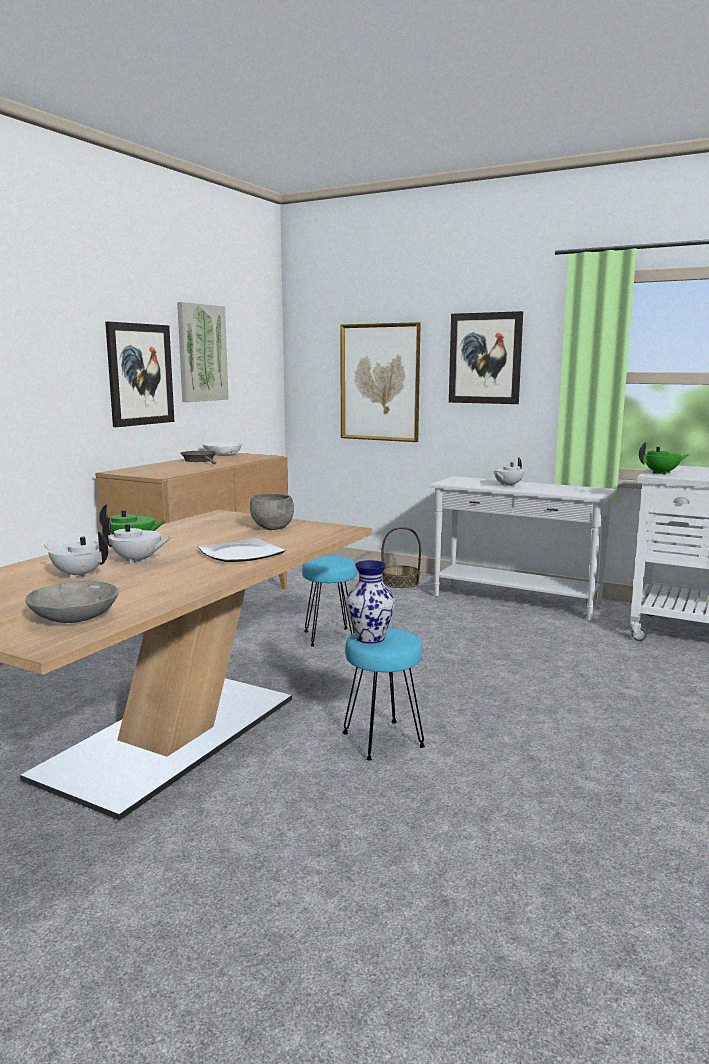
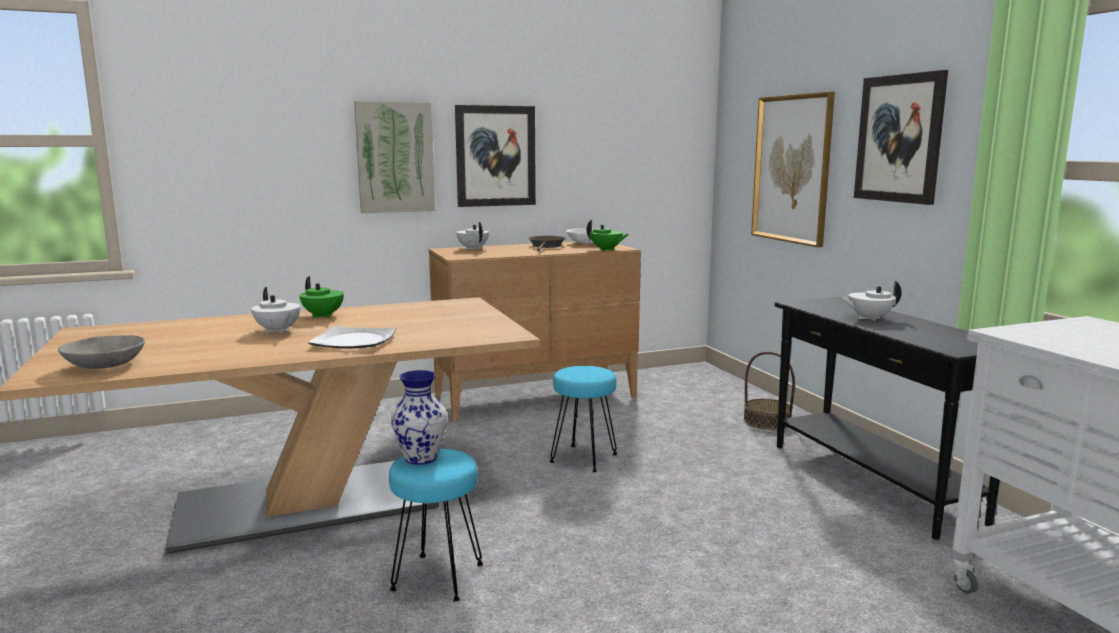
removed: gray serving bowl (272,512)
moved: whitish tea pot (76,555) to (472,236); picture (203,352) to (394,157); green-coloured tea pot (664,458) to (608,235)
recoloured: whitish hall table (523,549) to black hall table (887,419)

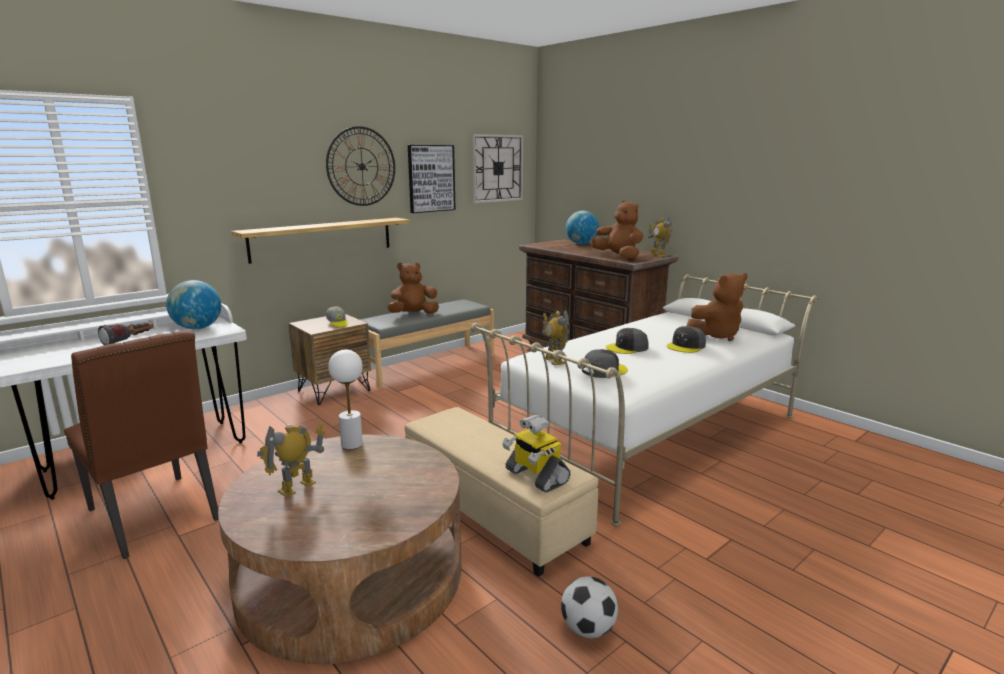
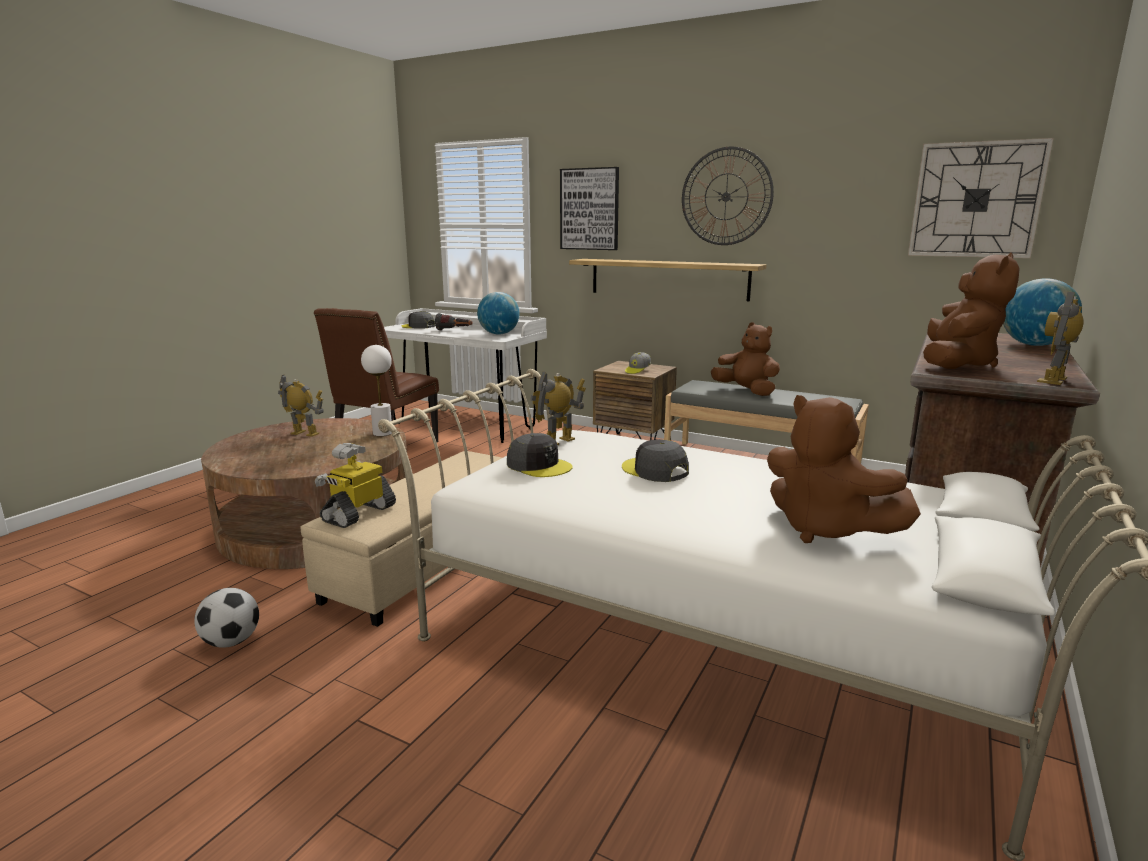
moved: picture (432,179) to (589,208); gray cap (686,339) to (418,320)

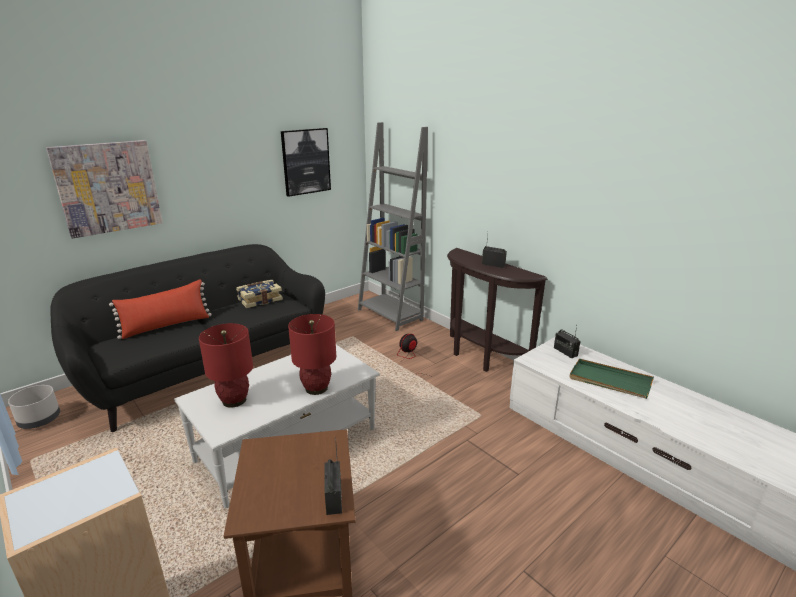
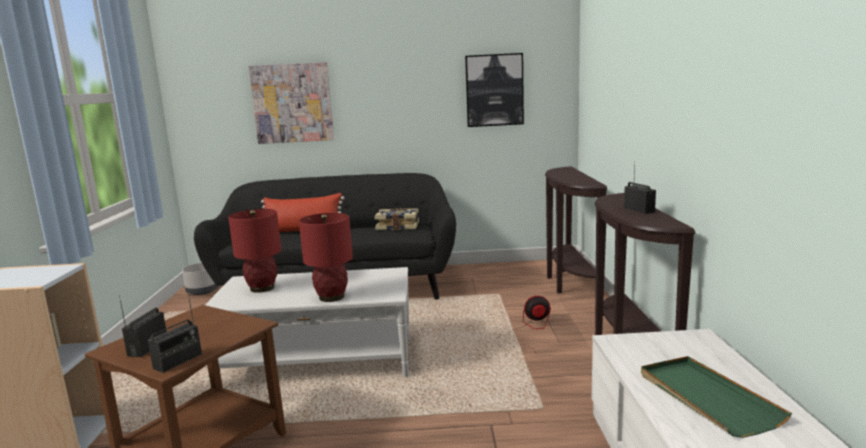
moved: radio (567,342) to (143,326)
replaced: gray bookcase (393,226) to brownish hall table (576,229)

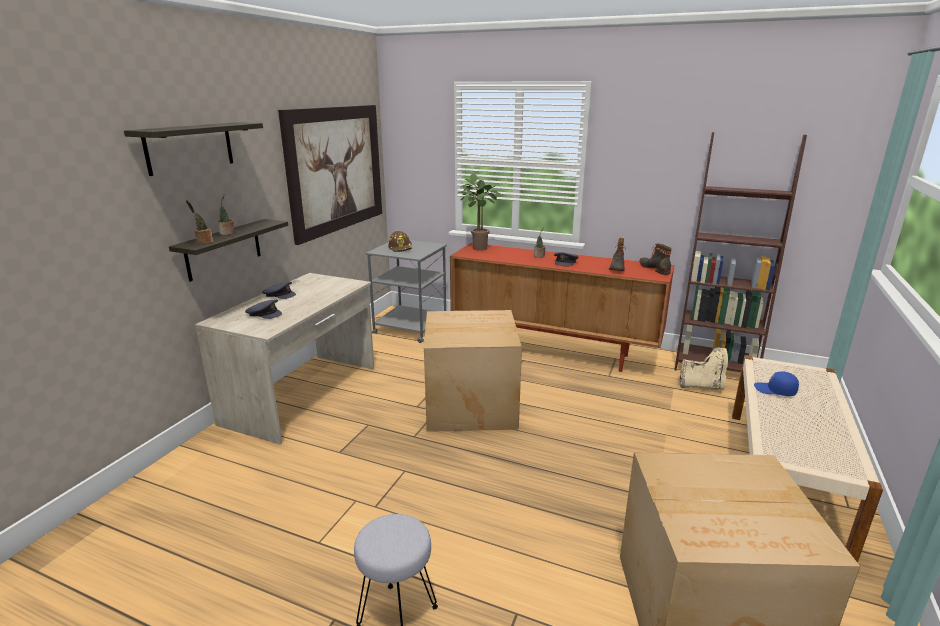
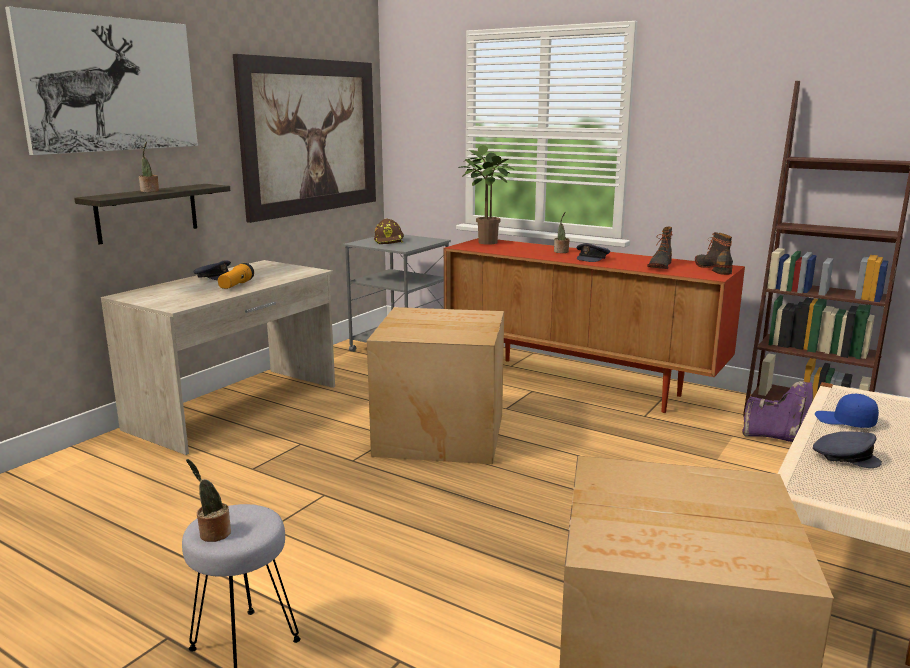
added: torch (236,276)
moved: potted plant (199,222) to (208,500); gray cap (263,309) to (847,449)
replaced: wall shelf (193,149) to picture (101,81)
recoloured: beige-coloured tall boot (704,368) to purplish tall boot (778,411)

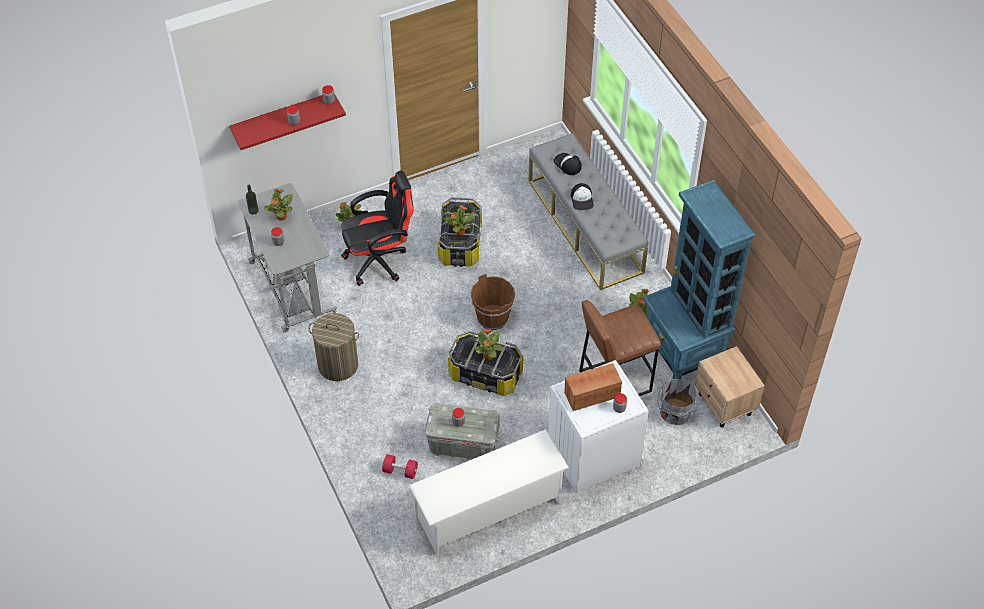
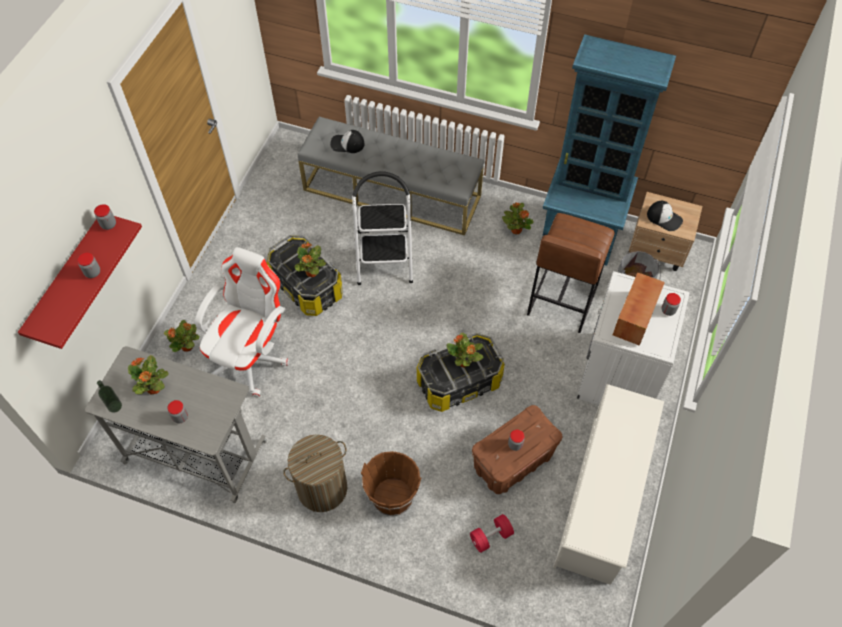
added: step stool (382,228)
moved: brownish bucket (493,302) to (391,483); cap (582,196) to (665,216)
recoloured: black desk chair (377,228) to whitish desk chair (242,322); gray storage container (462,431) to brownish storage container (517,449)

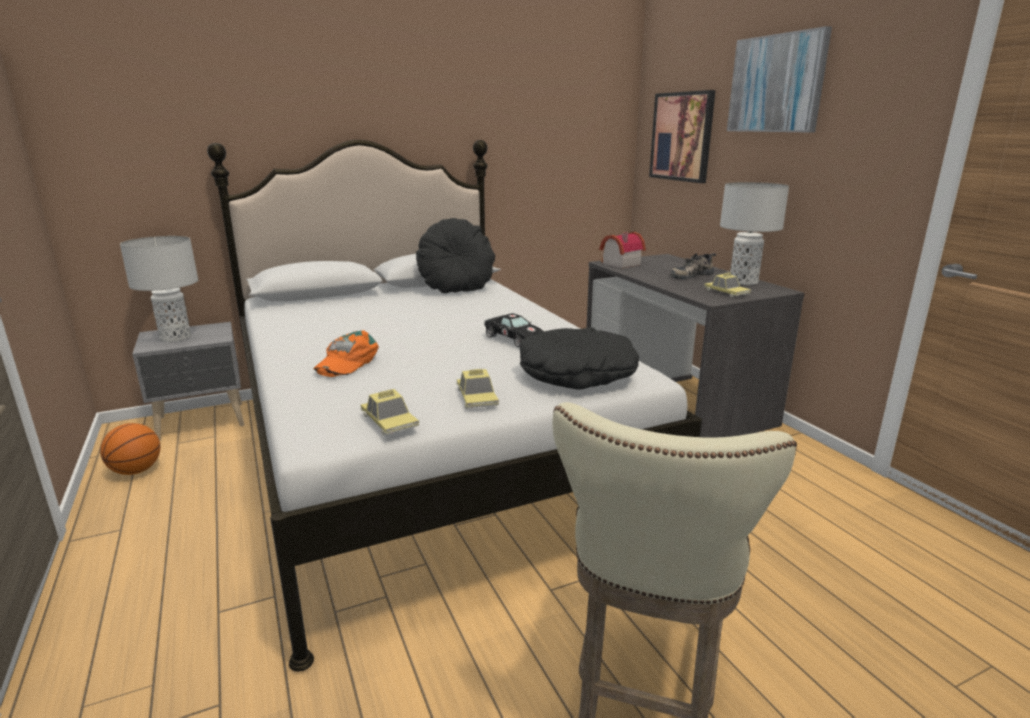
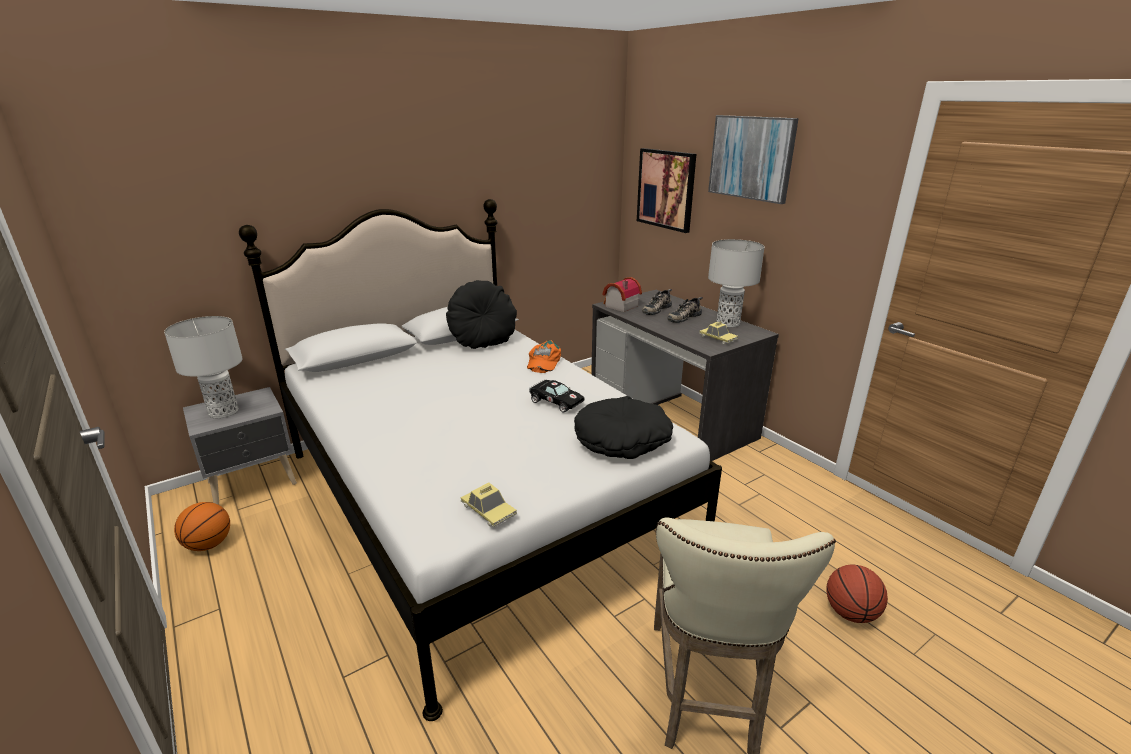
removed: miniature car (478,389)
added: item of footwear (657,302); basketball (857,594)
moved: orangey cap (346,353) to (544,356)

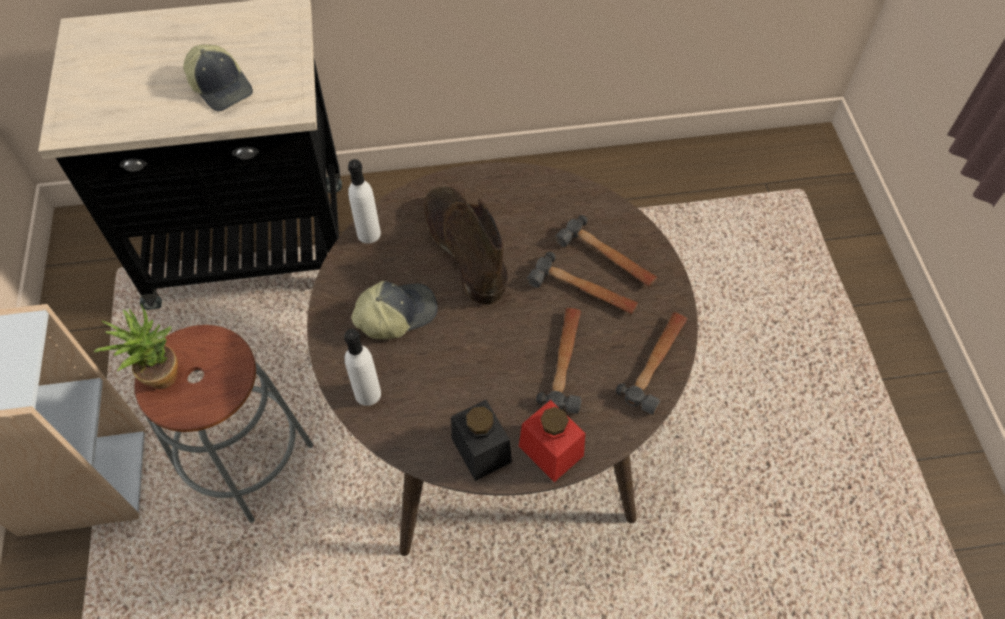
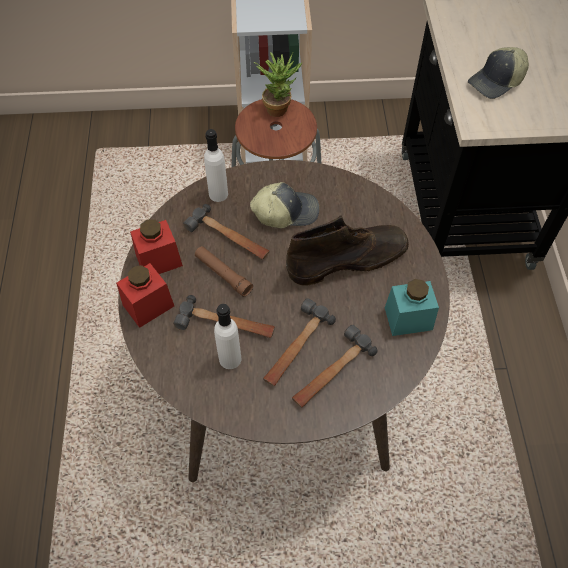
added: brownish torch (224,271); turquoise jar (412,307)
moved: whitish bottle (364,201) to (228,336); hand hammer (651,363) to (226,232)
recoloured: black jar (481,440) to red jar (156,246)
turned: cap (394,310) = (284,205) 75 degrees counterclockwise

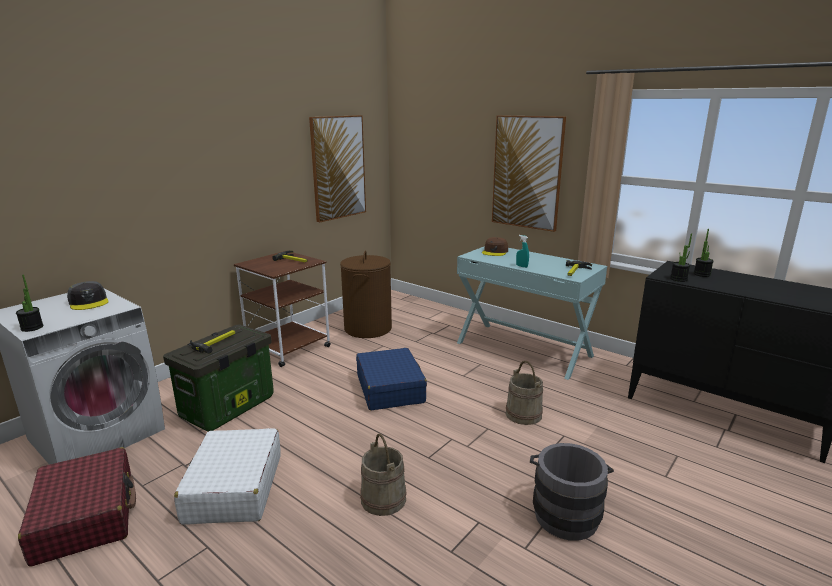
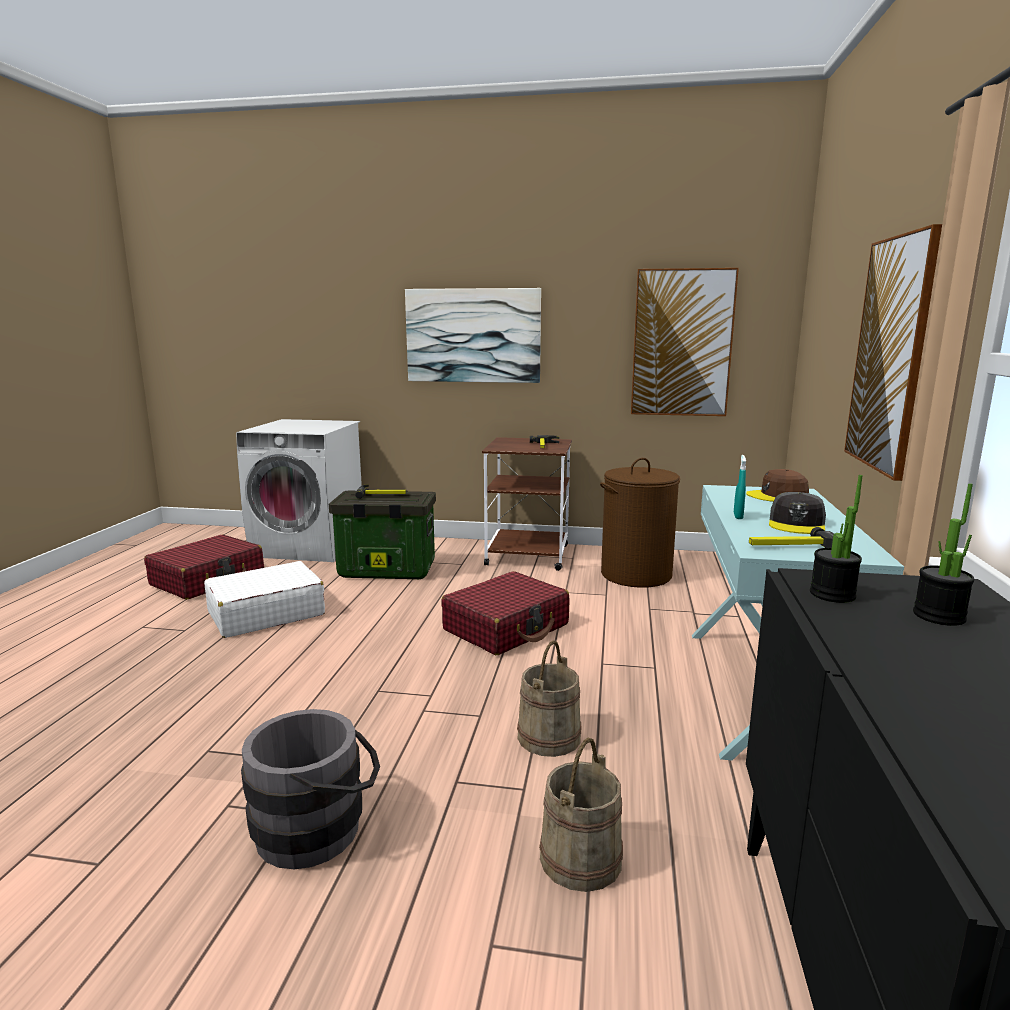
removed: potted plant (29,303)
added: picture (473,335)
moved: gray cap (88,295) to (797,513); beige-coloured bucket (383,475) to (581,815)
recoloured: blue travel case (391,379) to red travel case (505,613)

